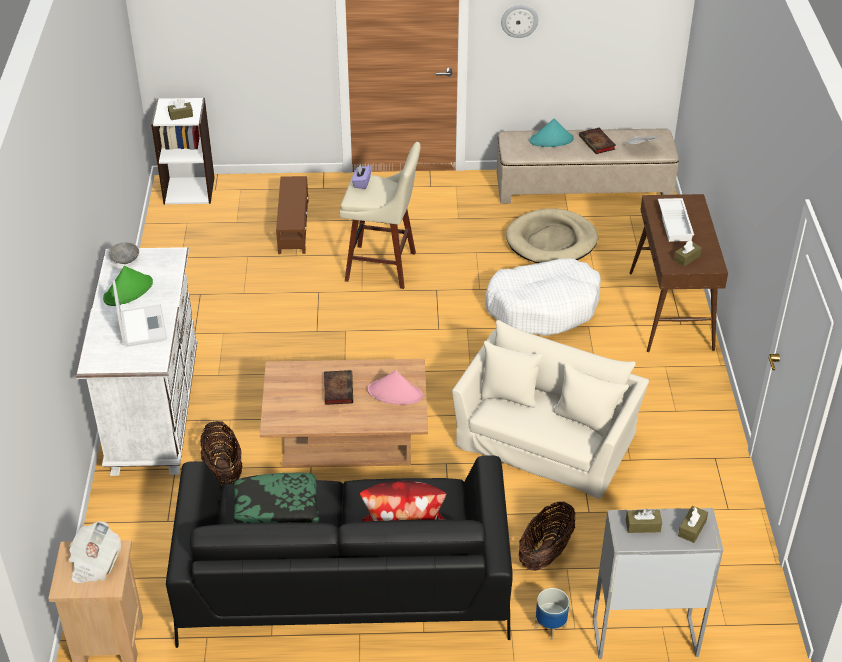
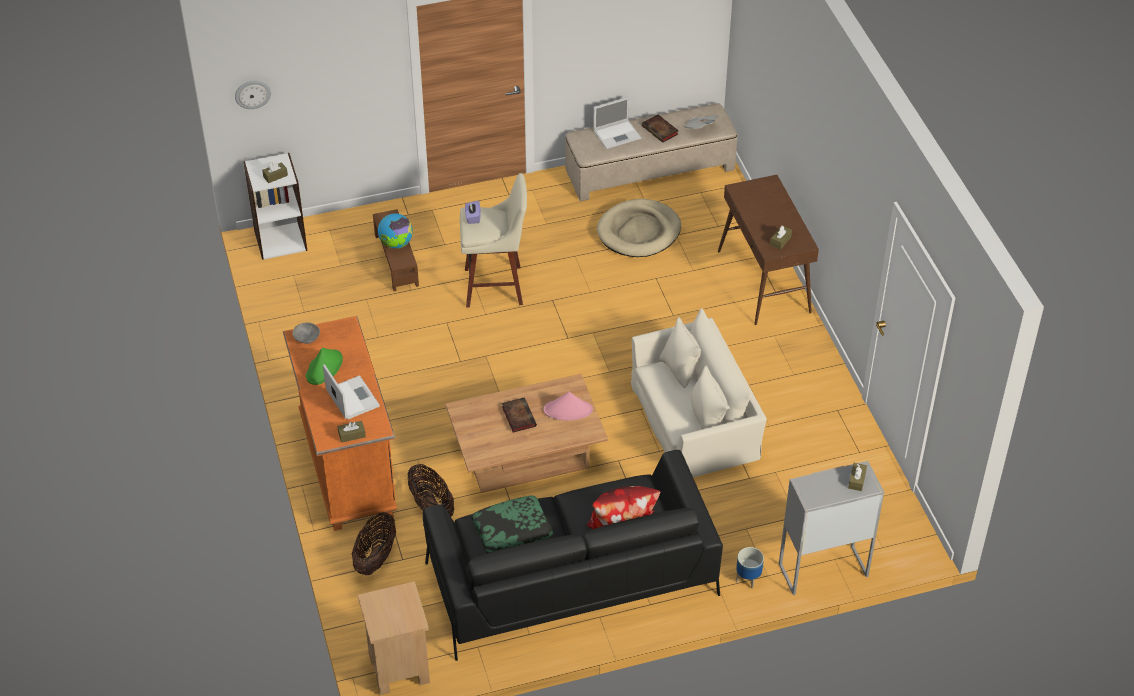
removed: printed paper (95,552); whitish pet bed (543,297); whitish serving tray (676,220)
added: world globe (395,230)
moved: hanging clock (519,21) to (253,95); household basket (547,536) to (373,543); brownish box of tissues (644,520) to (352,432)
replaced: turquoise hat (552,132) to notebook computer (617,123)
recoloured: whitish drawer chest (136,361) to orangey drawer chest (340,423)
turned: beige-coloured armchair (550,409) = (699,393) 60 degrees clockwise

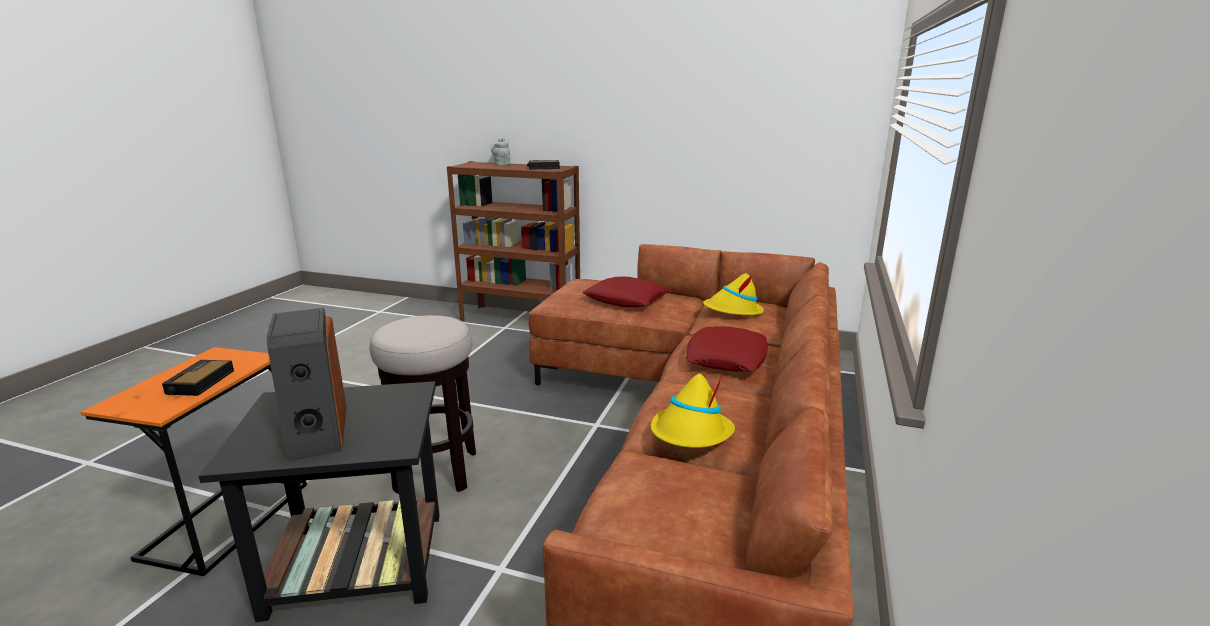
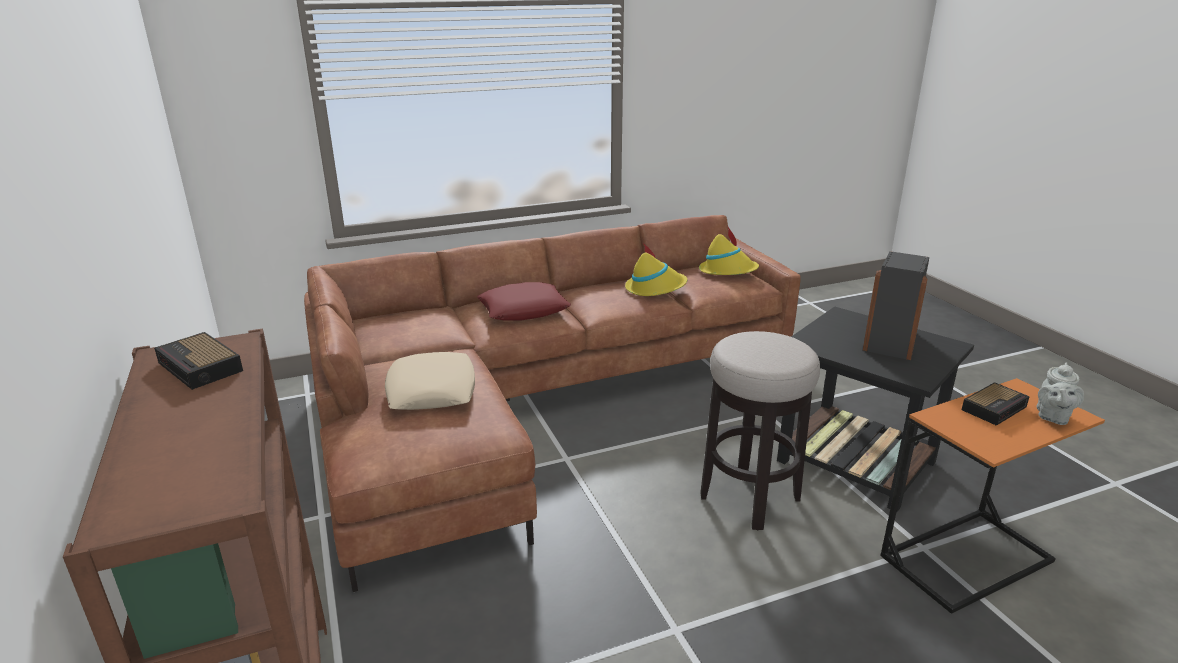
moved: gray tea pot (500,151) to (1060,393); yellowish hat (733,294) to (729,251)
recoloured: red throw pillow (625,292) to beige-coloured throw pillow (430,381)

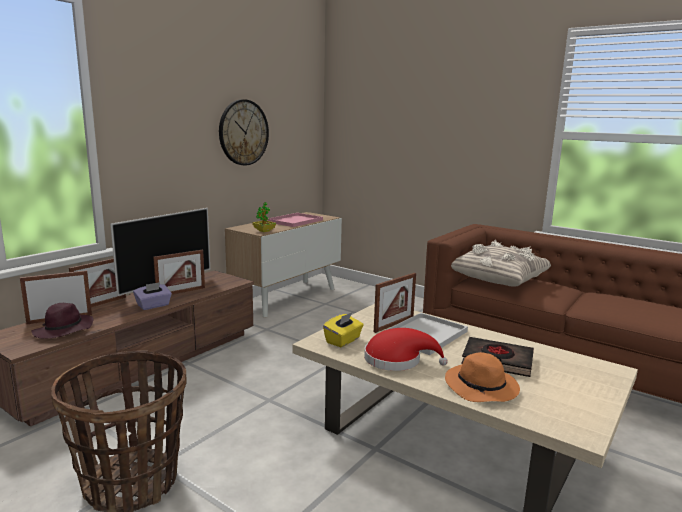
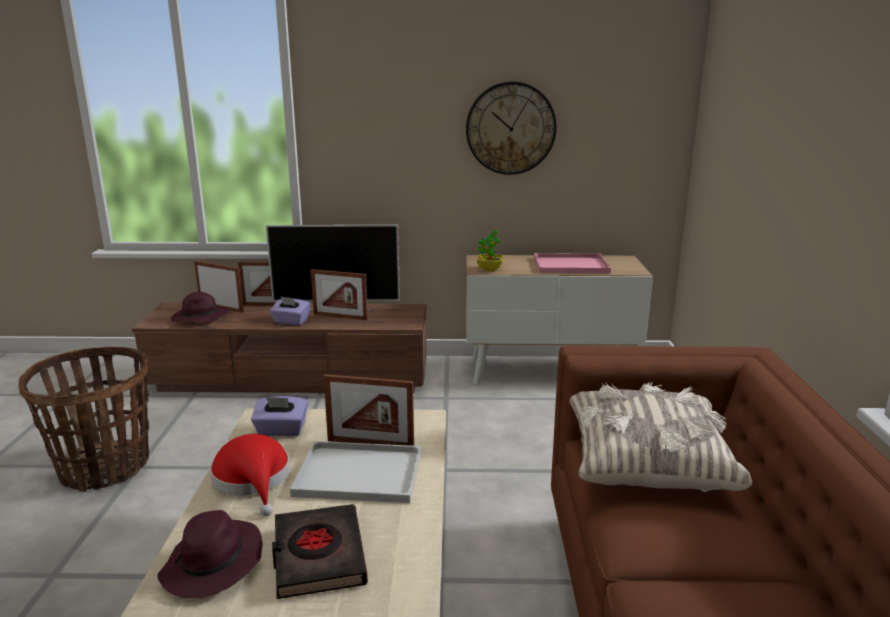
recoloured: yellowish box of tissues (343,329) to purplish box of tissues (279,416); orangey hat (482,377) to purplish hat (210,554)

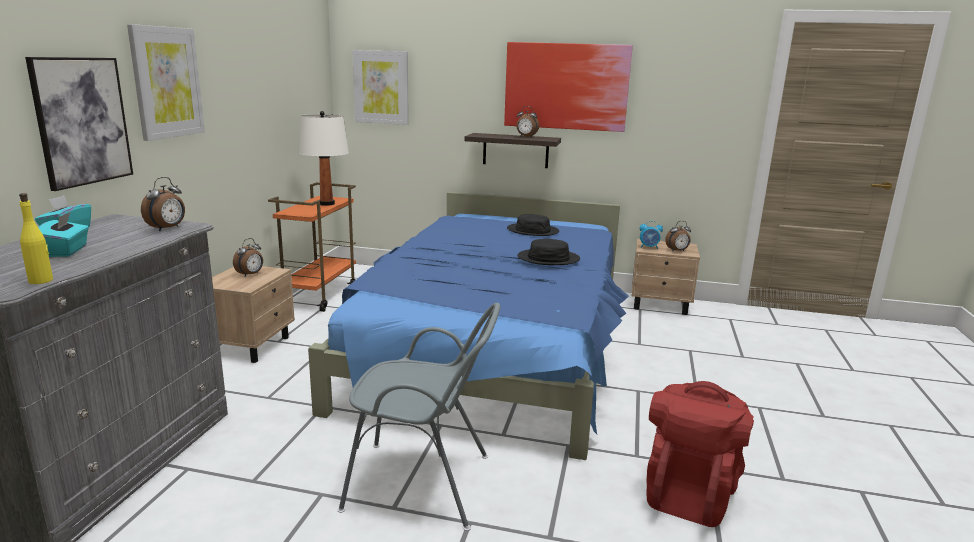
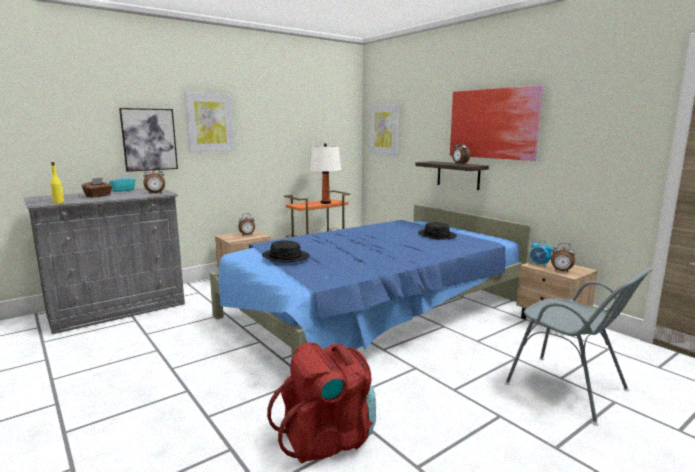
moved: gray upright chair (419,417) to (579,346); black hat (549,252) to (286,251)
recoloured: turquoise box of tissues (63,234) to brownish box of tissues (97,187)

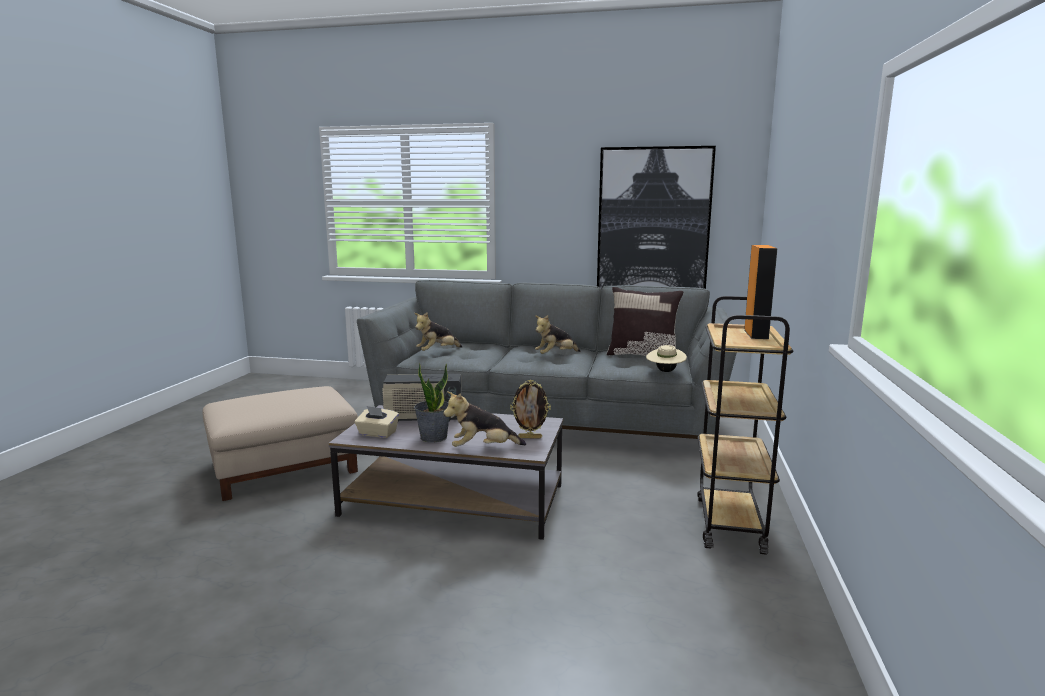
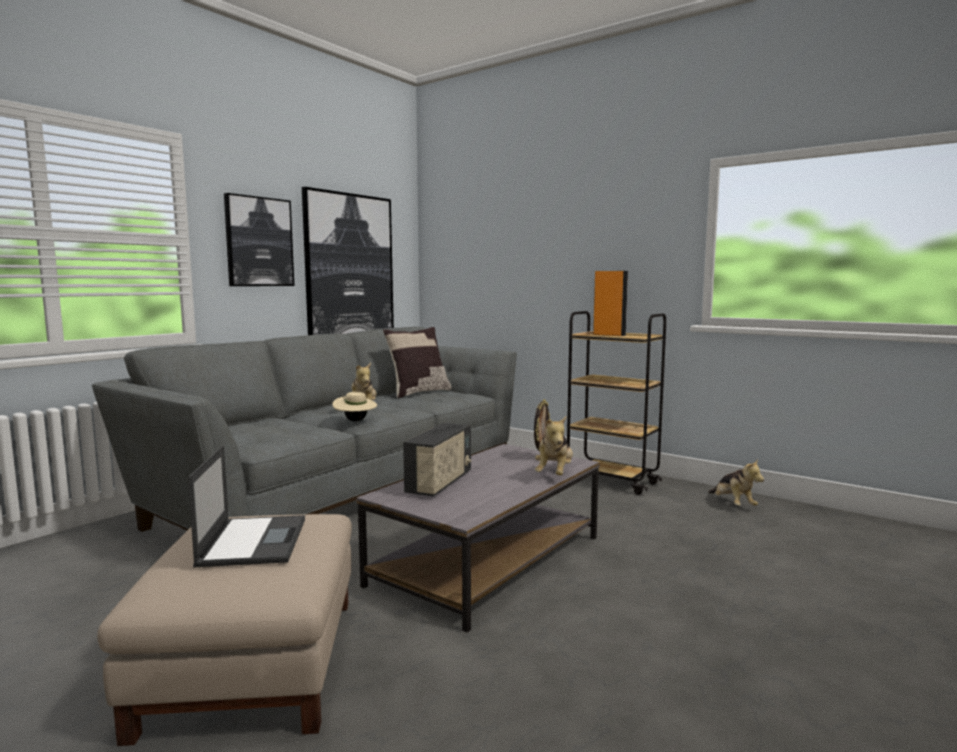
removed: beige-coloured box of tissues (377,422); potted plant (431,403)
added: notebook computer (246,507); picture (259,239)
moved: cuddly toy (438,331) to (736,482); beige-coloured hat (666,358) to (354,407)

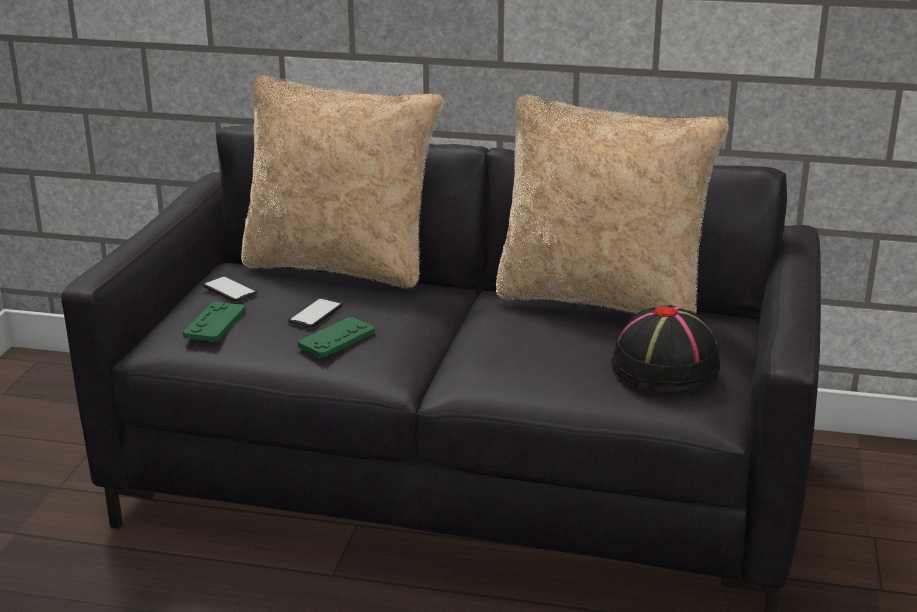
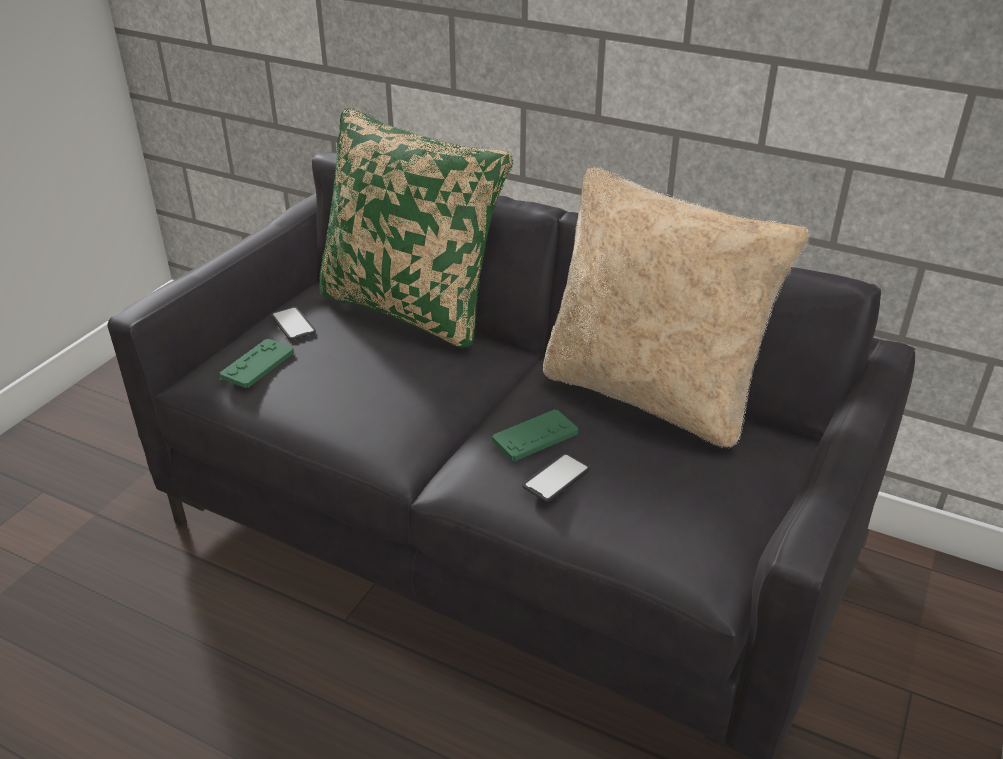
removed: black hat (665,348)
moved: handset (315,312) to (556,477); green-coloured game controller (336,337) to (535,435)
recoloured: beige-coloured throw pillow (342,182) to green-coloured throw pillow (416,228)

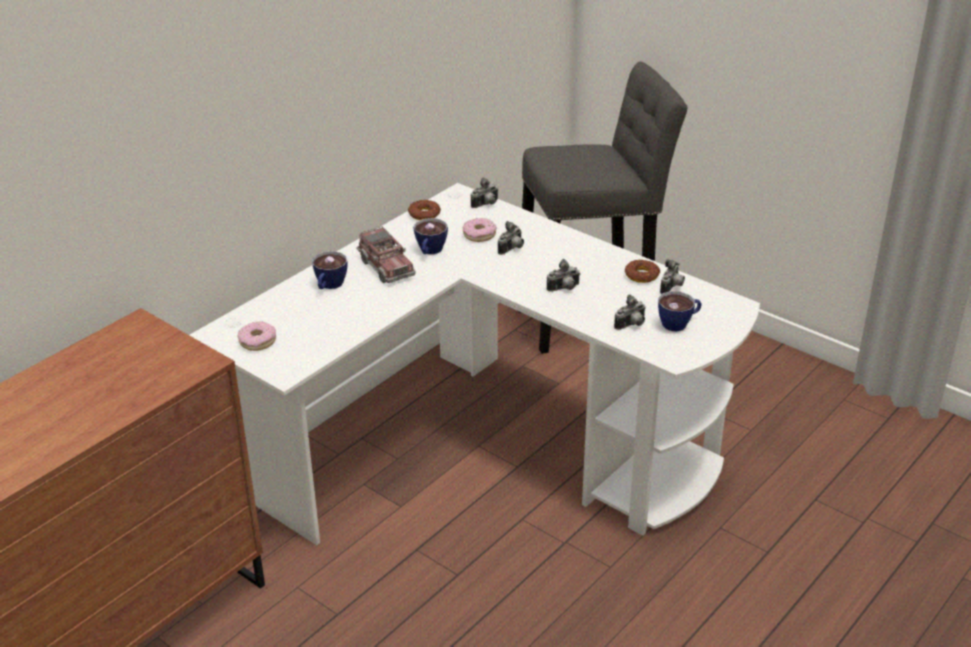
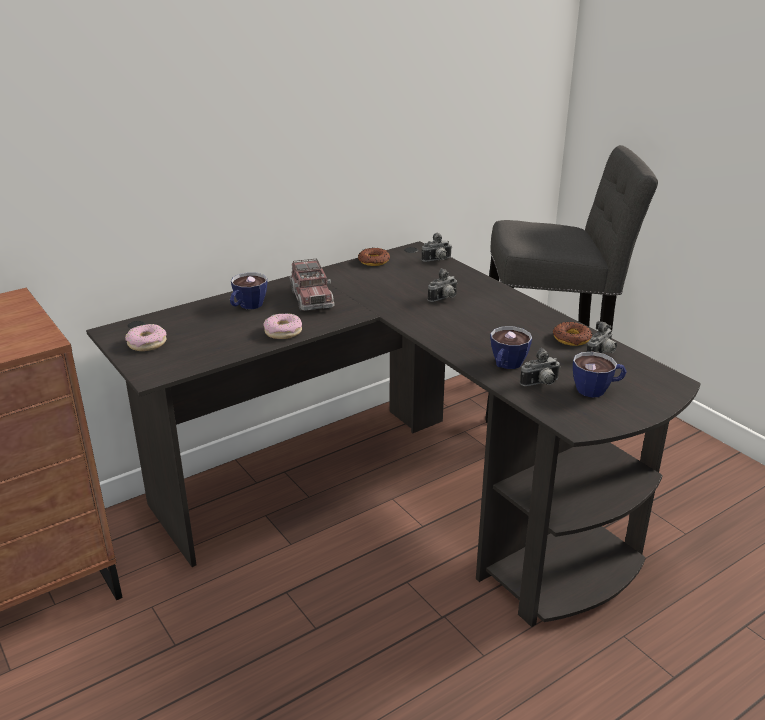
removed: photo camera (563,275)
moved: small cup (430,236) to (511,347); doughnut (480,230) to (282,326)
recoloured: whitish desk table (475,364) to black desk table (393,434)

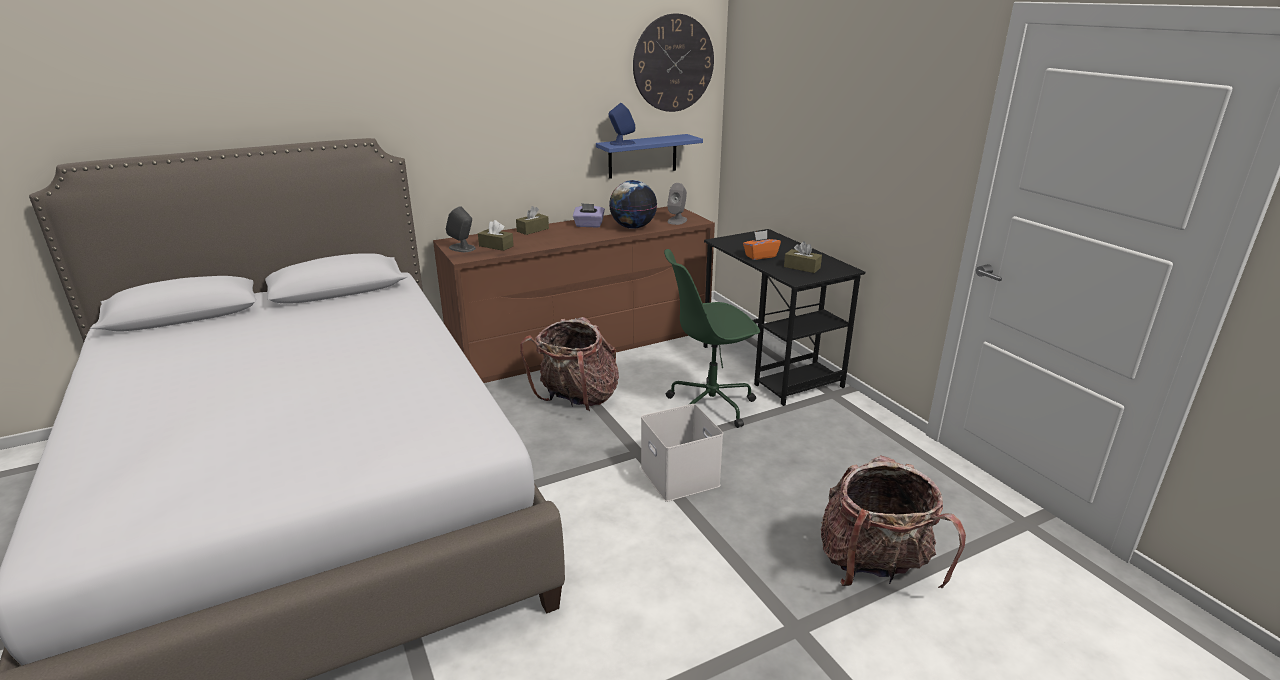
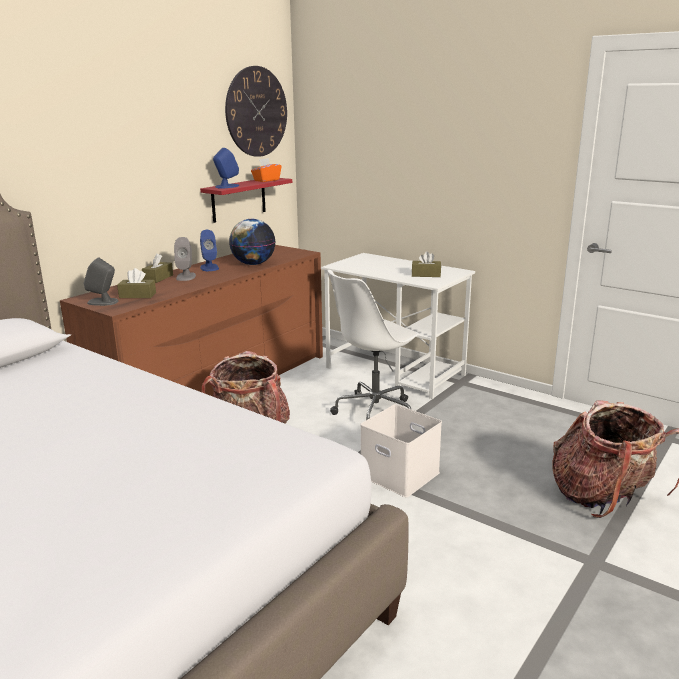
moved: gray audio speaker (677,204) to (185,259); orangey box of tissues (762,245) to (266,170)
replaced: purplish box of tissues (589,215) to blue audio speaker (209,250)
recoloured: blue wall shelf (649,156) to red wall shelf (246,200); green-coloured desk chair (712,338) to whitish desk chair (373,345); black desk table (784,317) to whitish desk table (398,326)

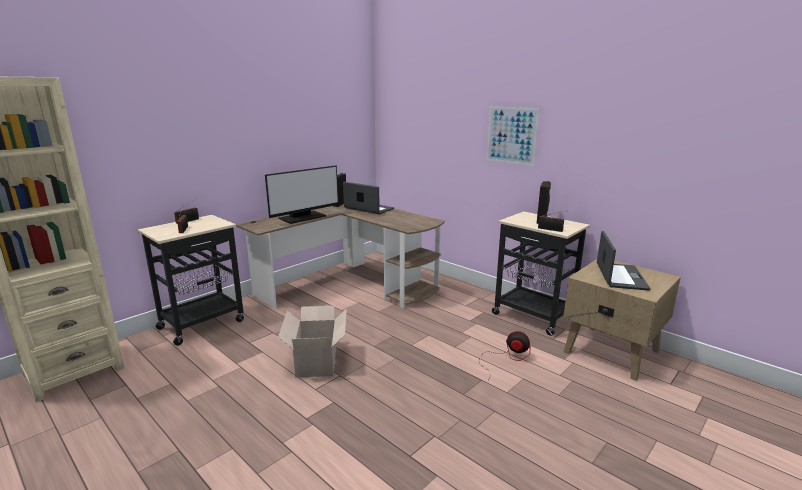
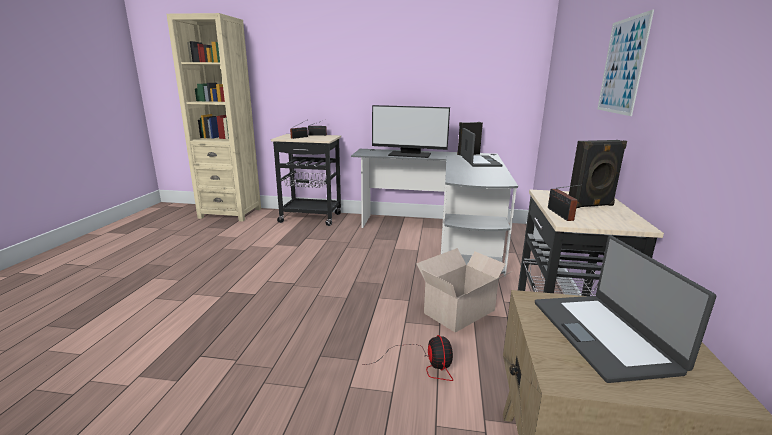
moved: packing box (312,342) to (464,290)
recoloured: brownish desk table (340,256) to gray desk table (434,213)
turned: notebook computer (624,261) = (626,309) 105 degrees clockwise

